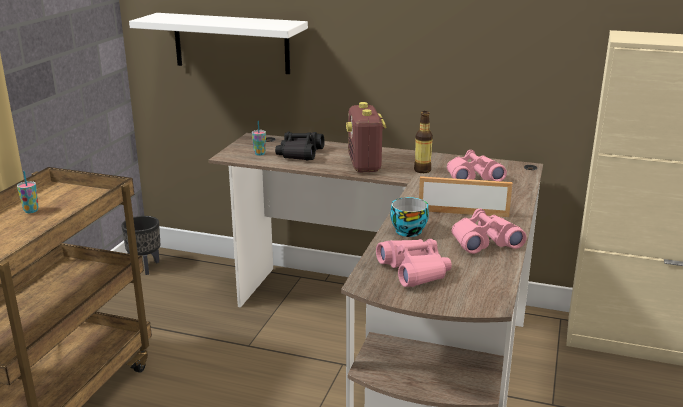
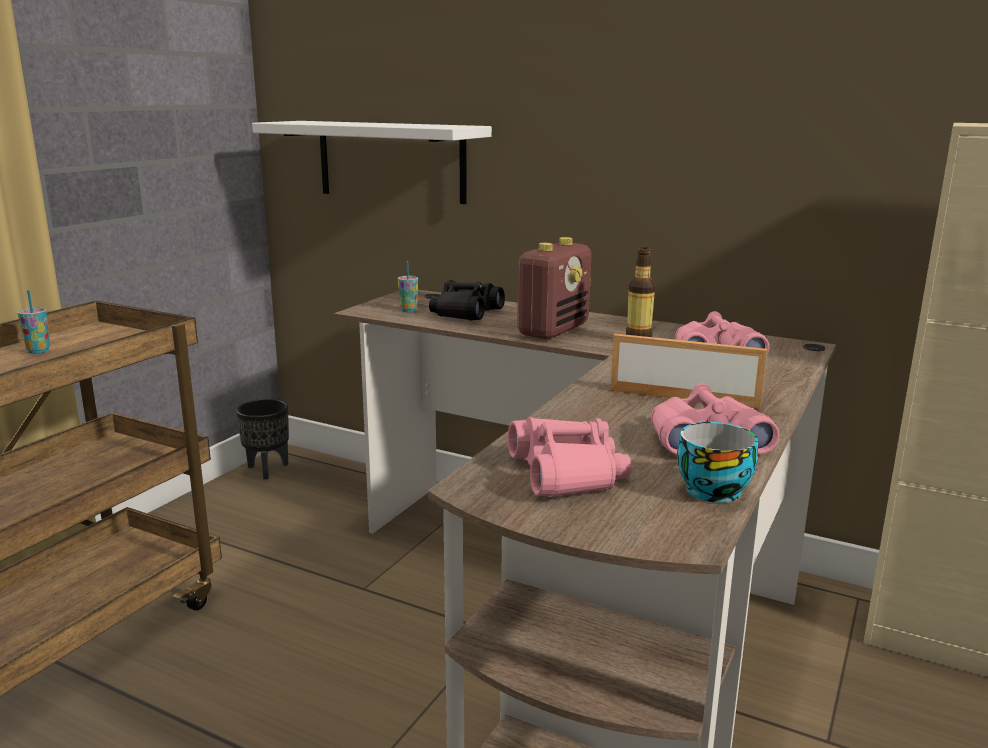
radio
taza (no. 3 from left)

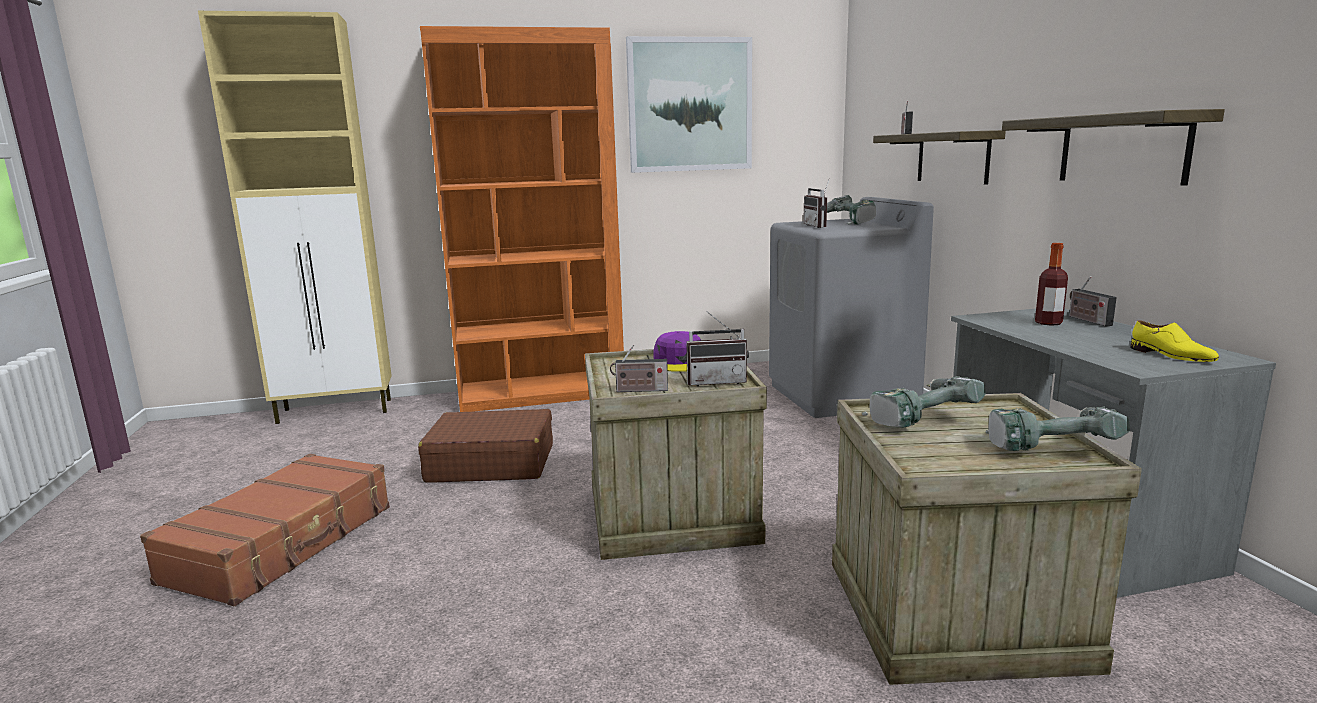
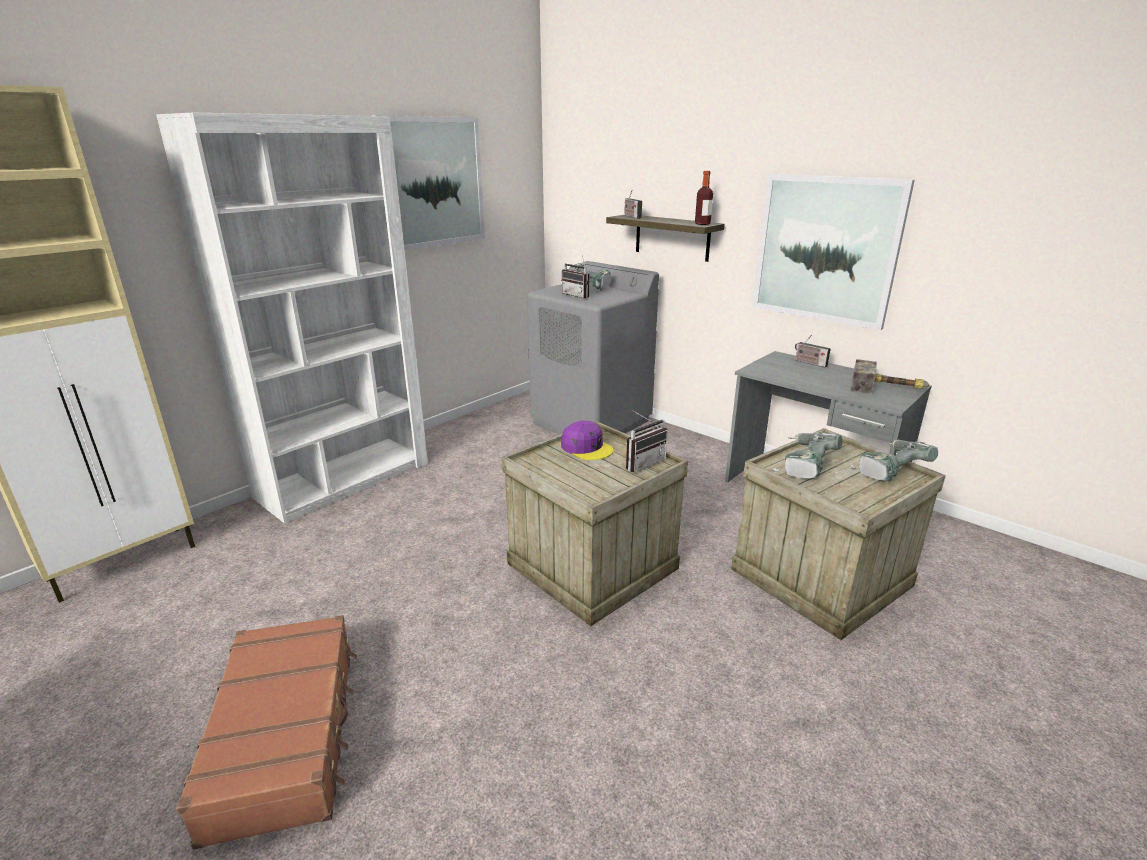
estantería [blanco]
cuadro (no. 2 from left)
botella
martillo
radio (no. 1 from left in the first image)
maleta [marrón] (no. 2 from left in the first image)

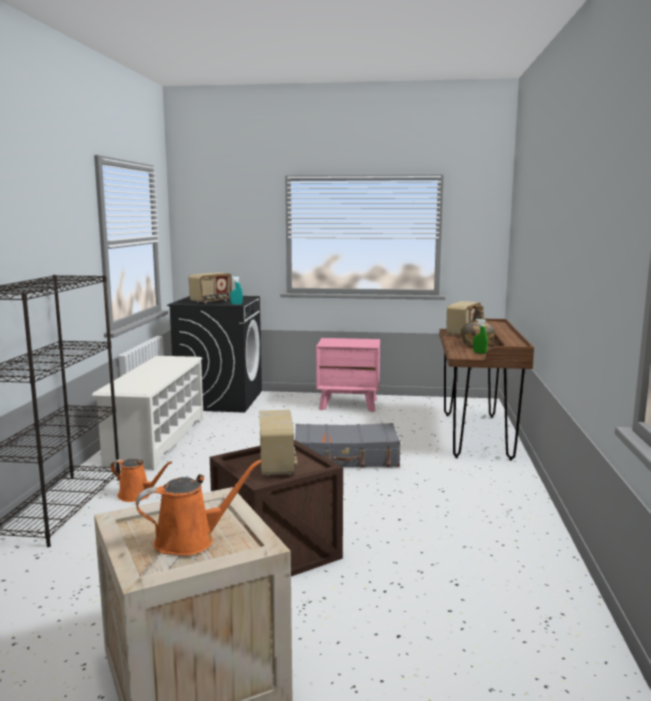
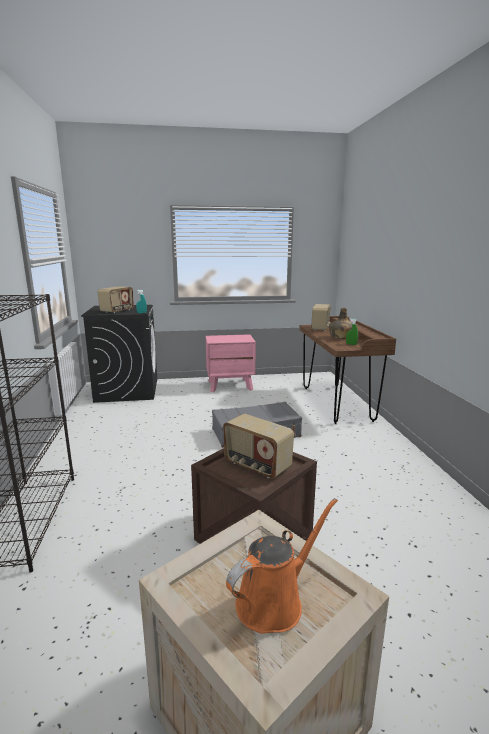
zapatero [blanco]
radio (no. 2 from left)
regadera [naranja] (no. 1 from left in the first image)

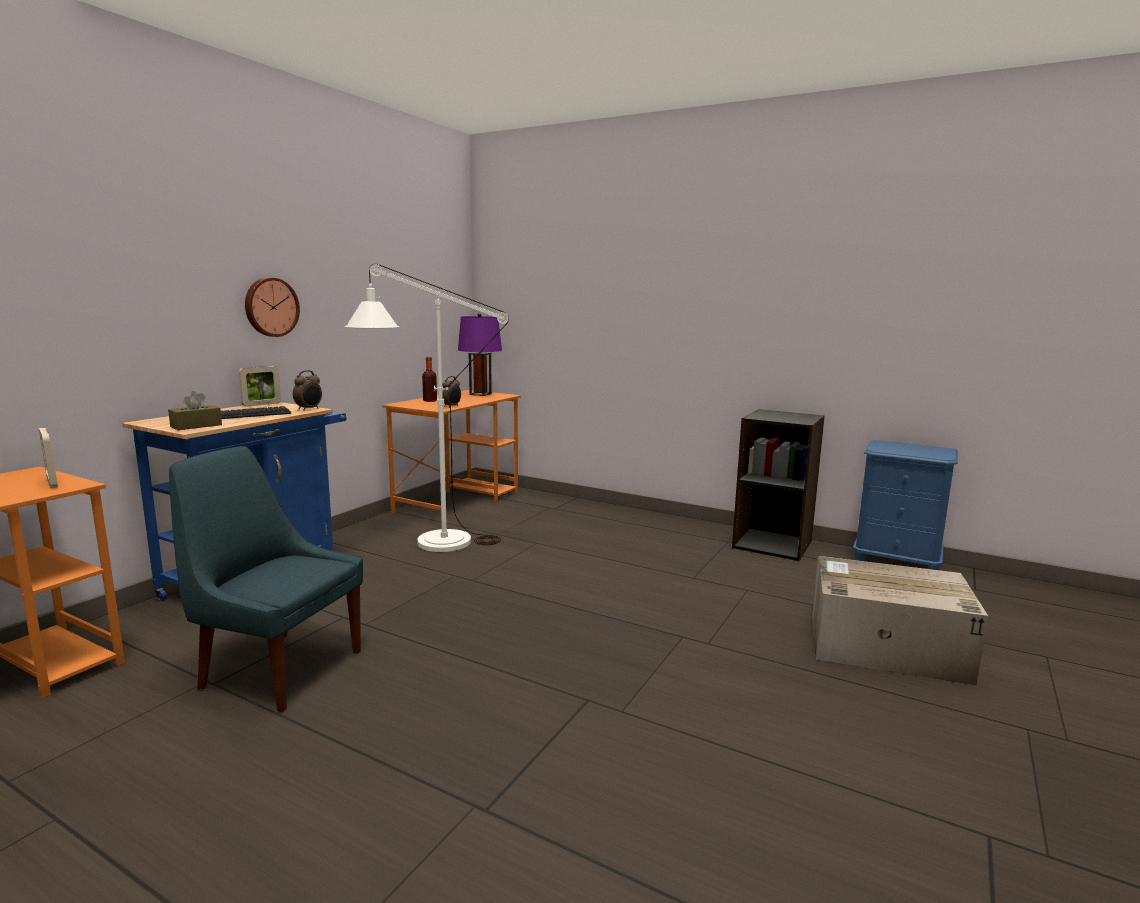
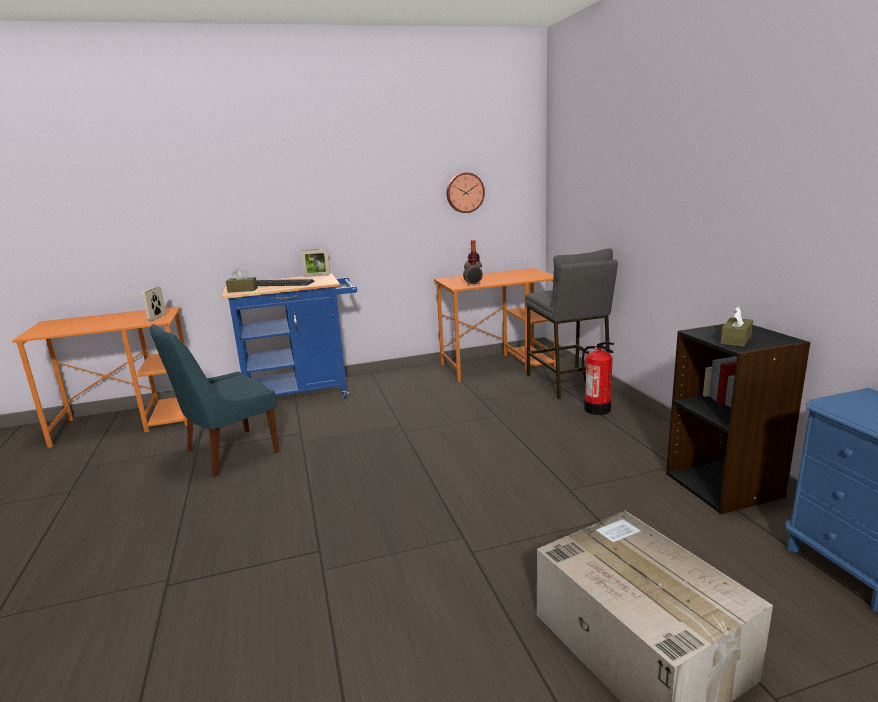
lámpara de pie [blanco]
reloj de pared
lámpara de mesa [morado]
despertador (no. 1 from left in the first image)
silla [azul]
taburete [gris]
caja de pañuelos [marrón] (no. 2 from left)
extintor

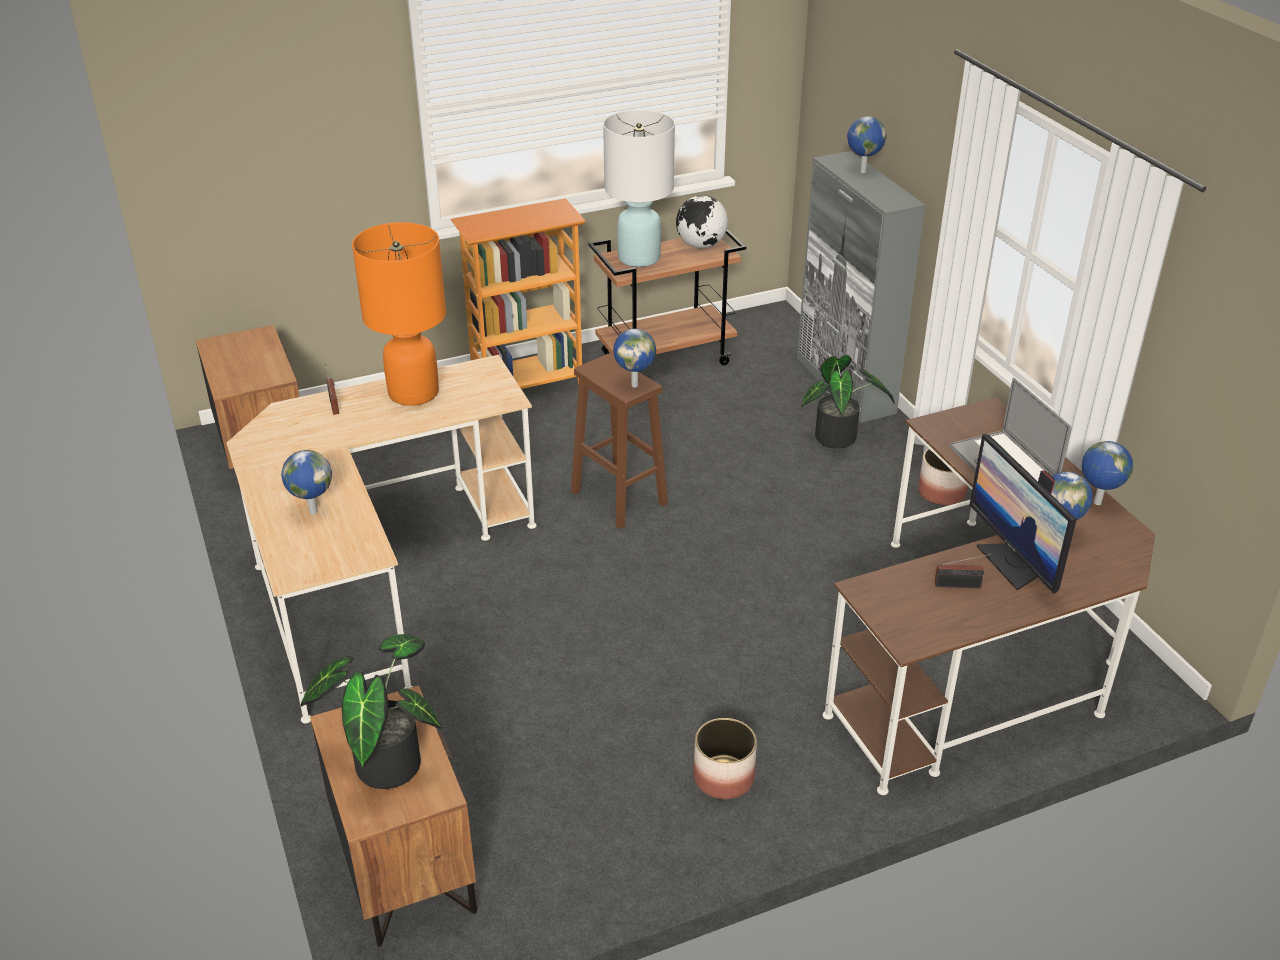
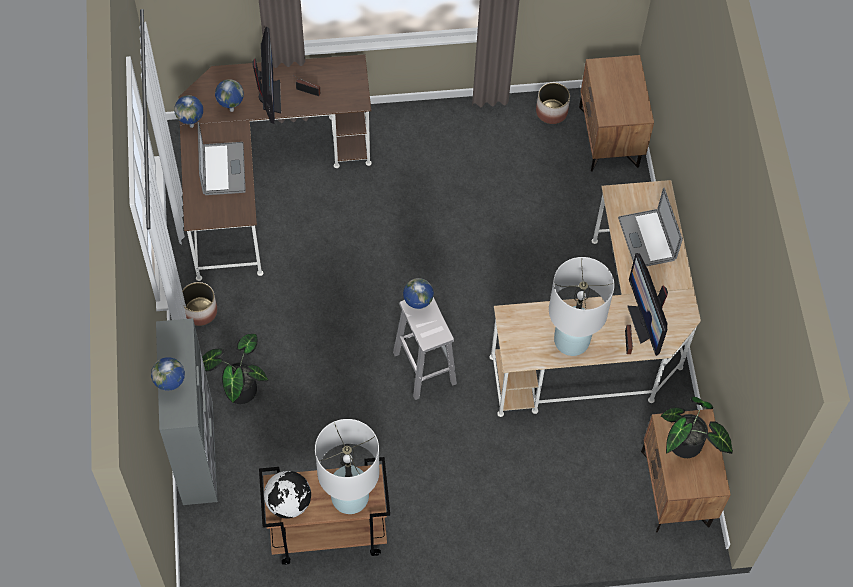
estantería
lámpara de mesa [blanco] (no. 2 from left)
taburete [blanco]
portátil (no. 2 from left)
planta en maceta (no. 2 from left)
maceta (no. 2 from left)
monitor (no. 2 from left)

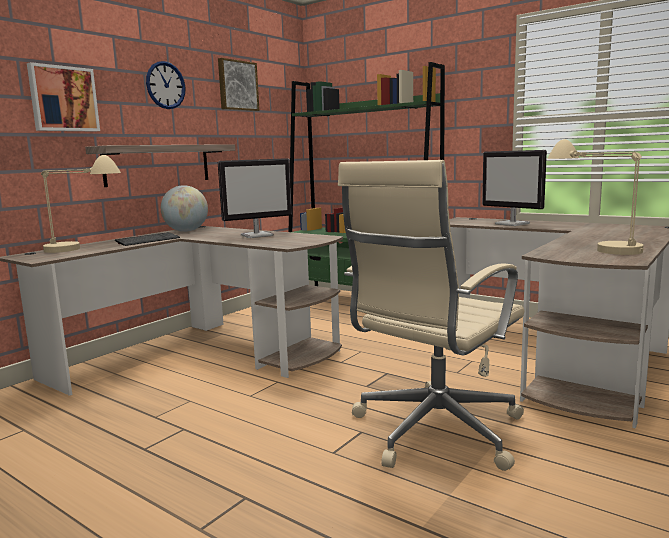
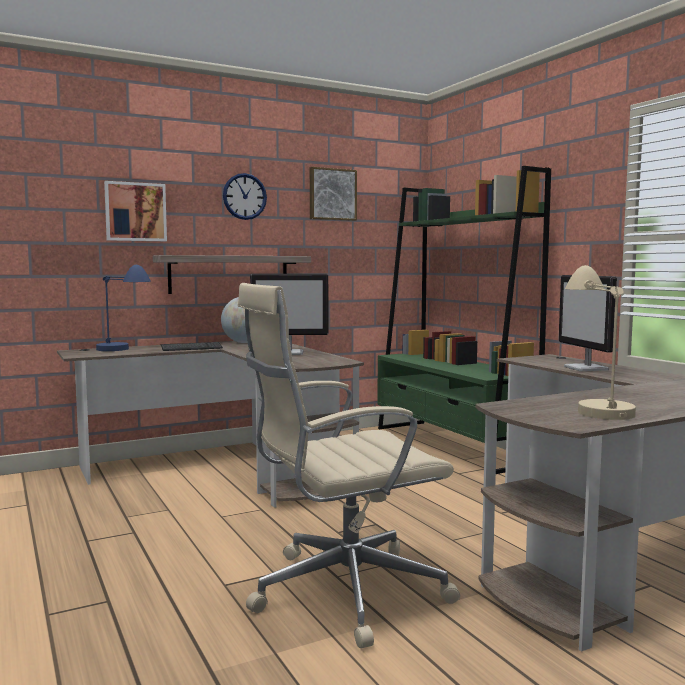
lámpara de mesa [azul]

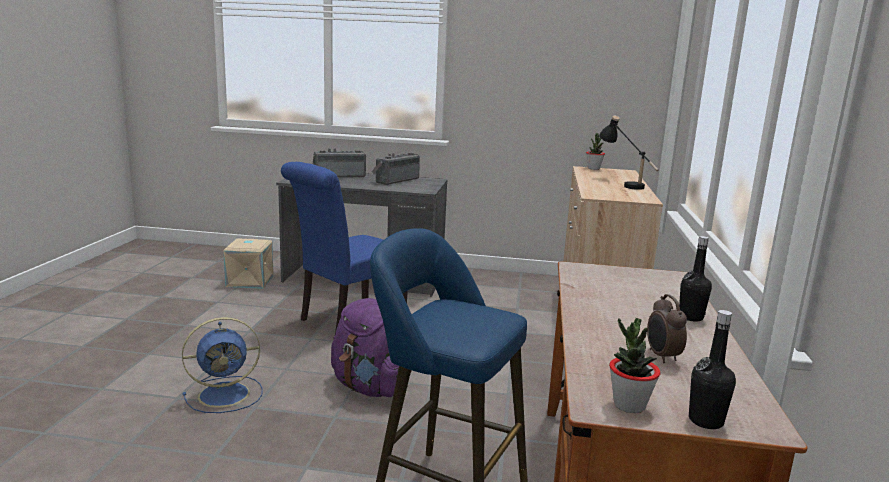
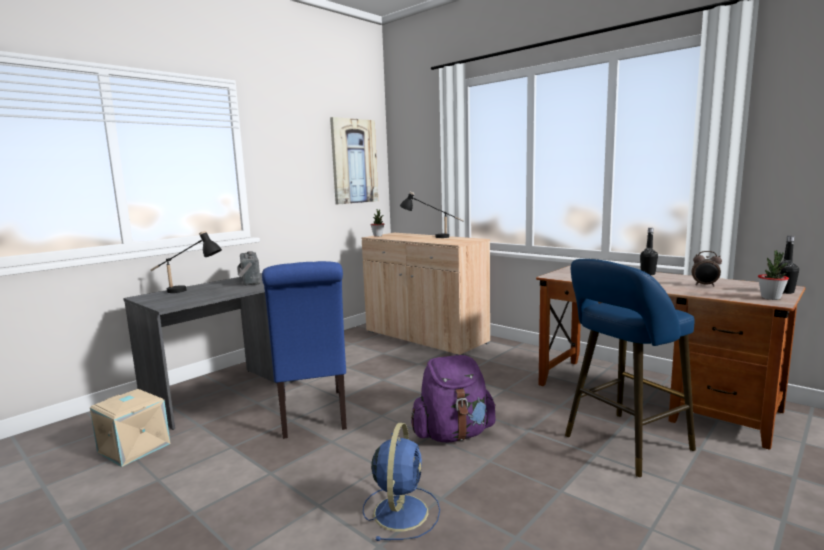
lámpara de mesa [negro] (no. 1 from left)
cuadro

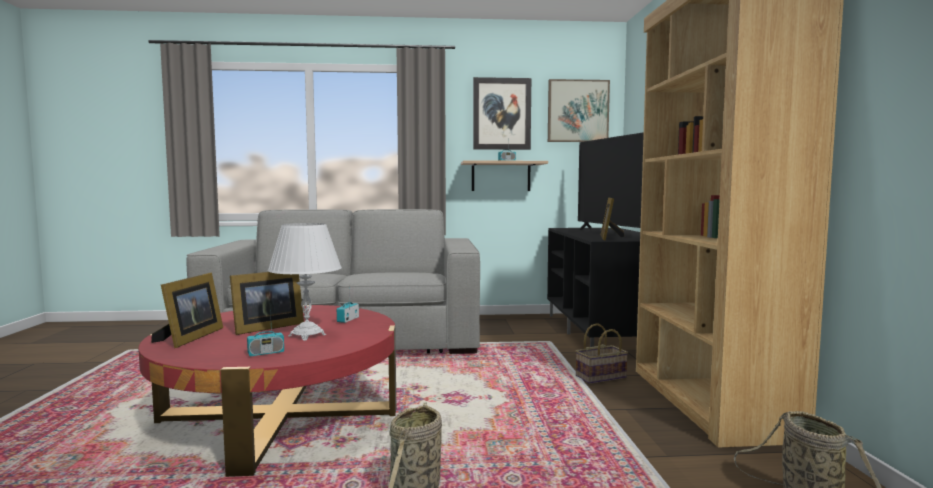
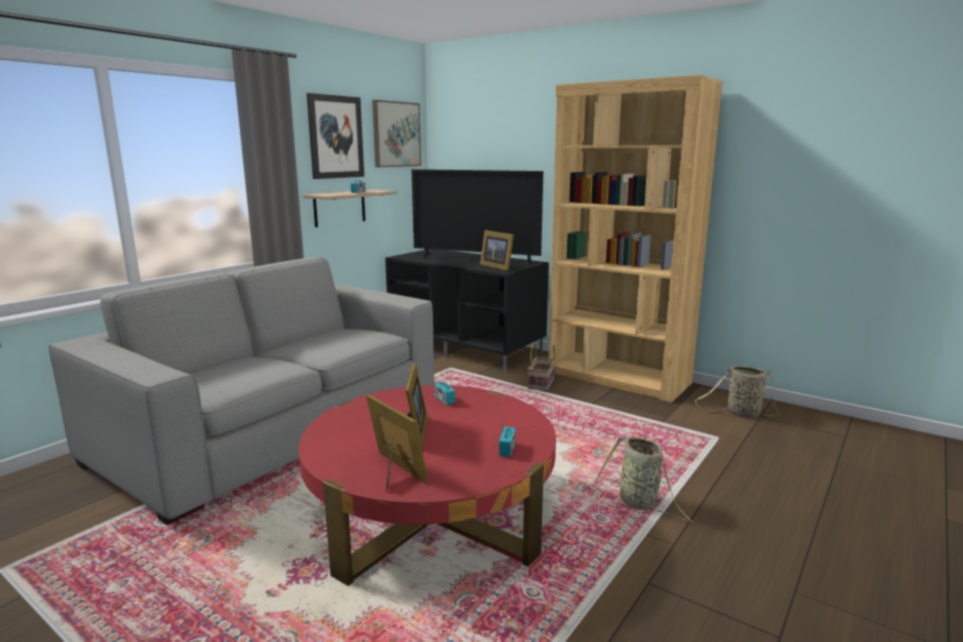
lámpara de mesa [blanco]

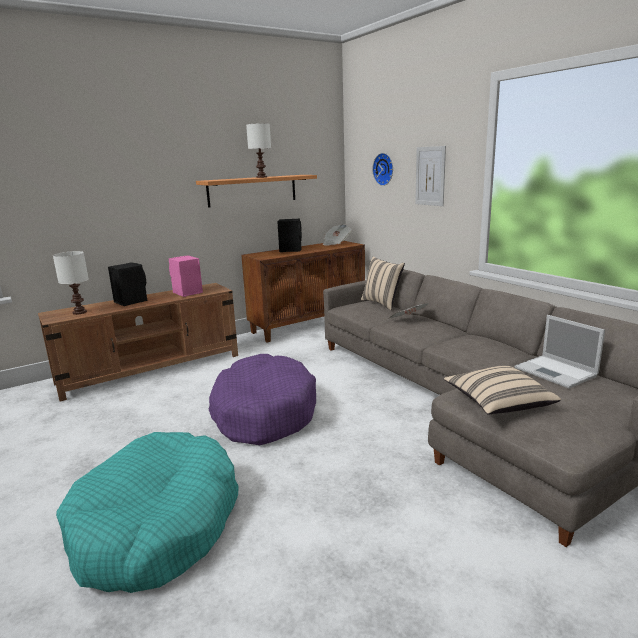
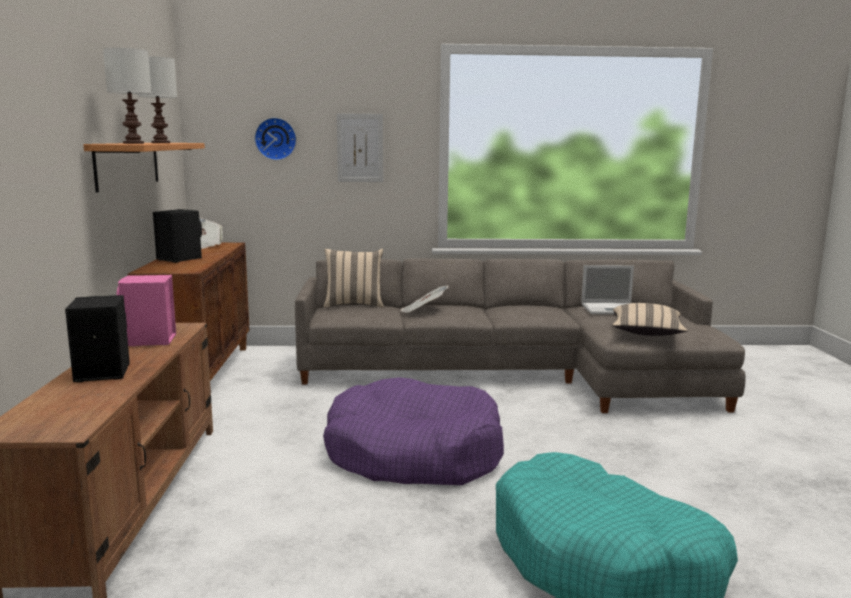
lámpara de mesa [blanco] (no. 1 from left)

